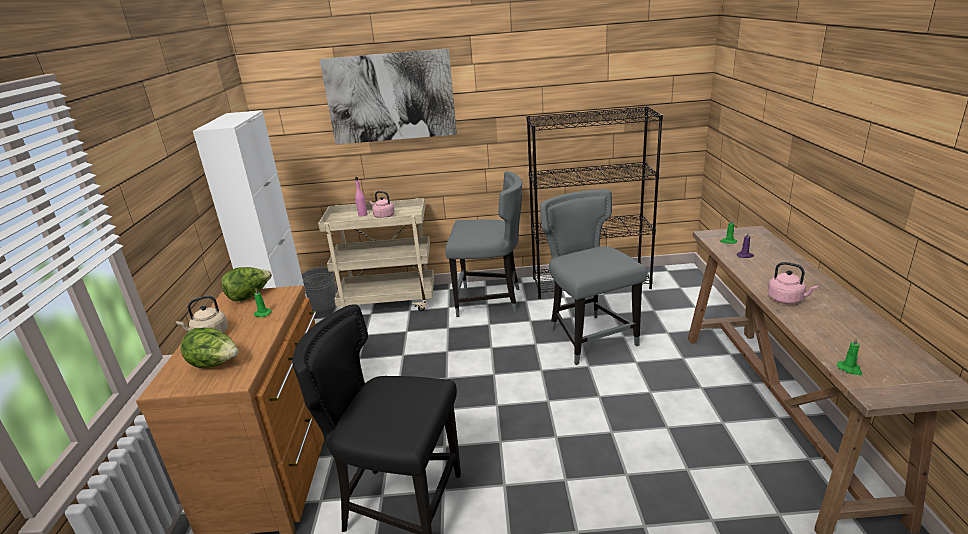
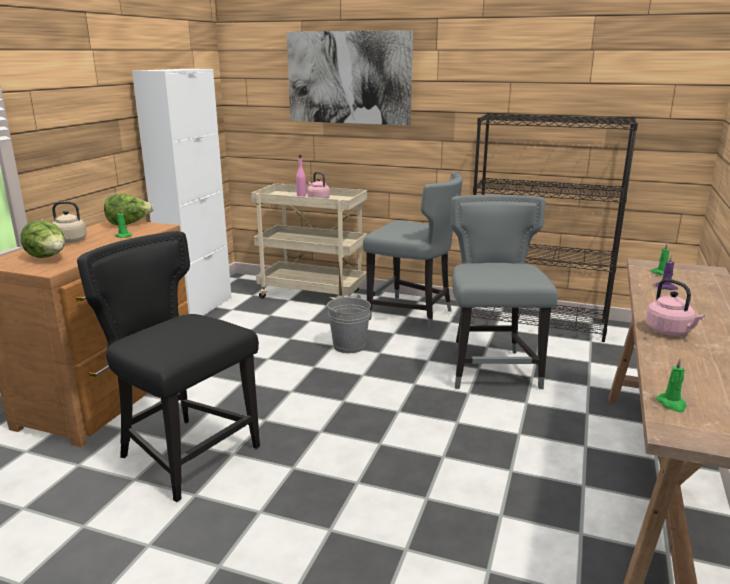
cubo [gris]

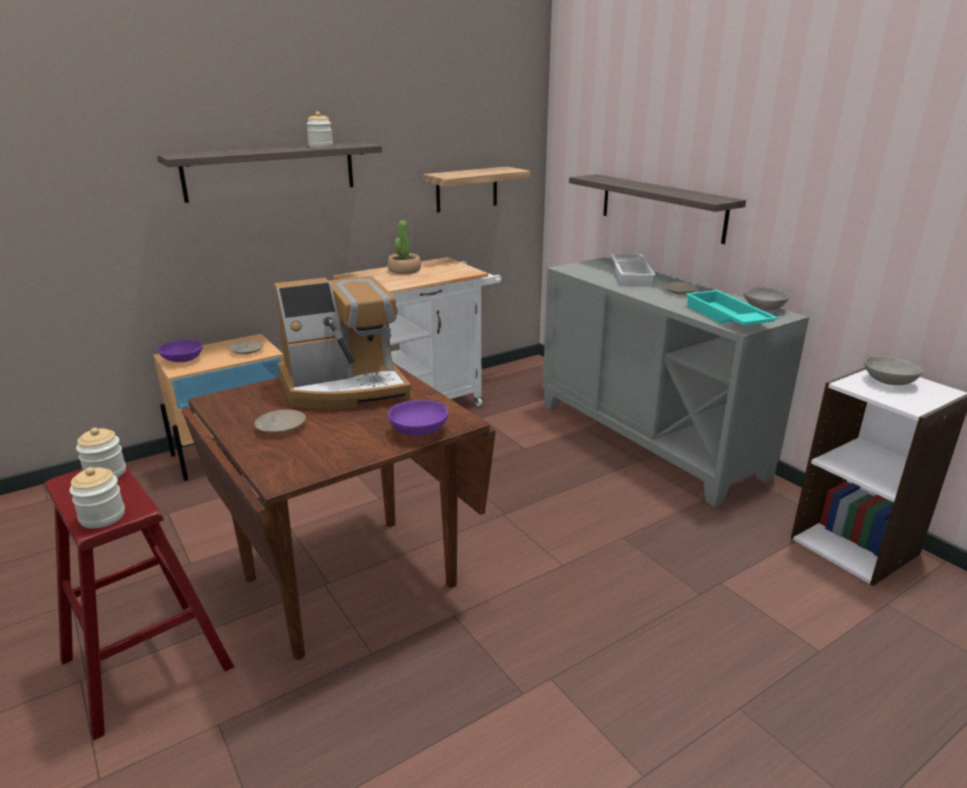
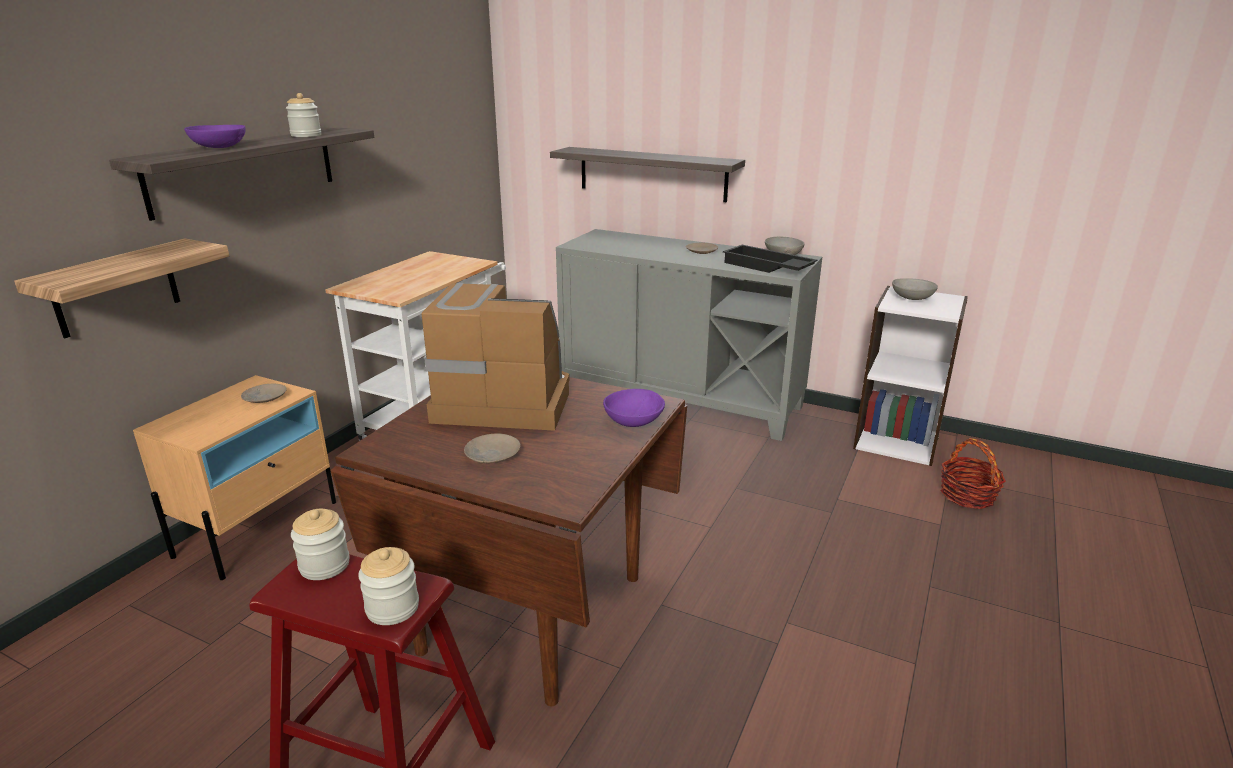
estante (no. 1 from left)
planta en maceta
bandeja [blanco]
cafetera
bandeja [negro]
cuenco [morado] (no. 1 from left)
cesta

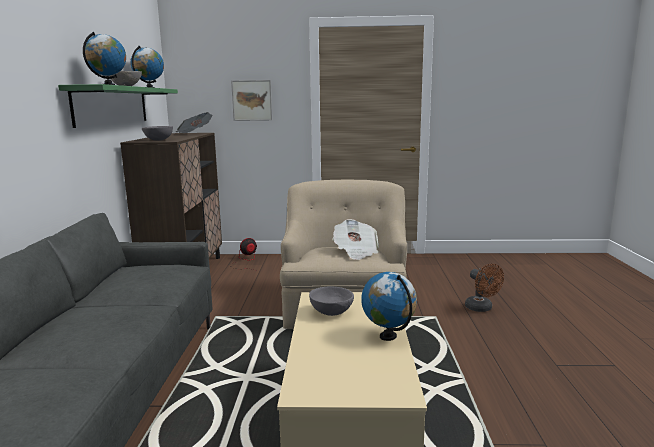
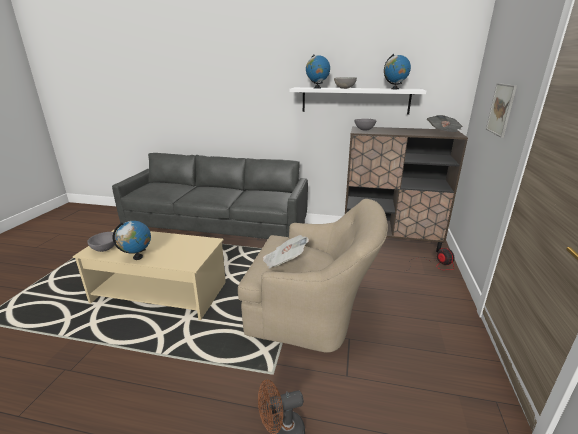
estante [blanco]
cuenco [gris] (no. 1 from left)

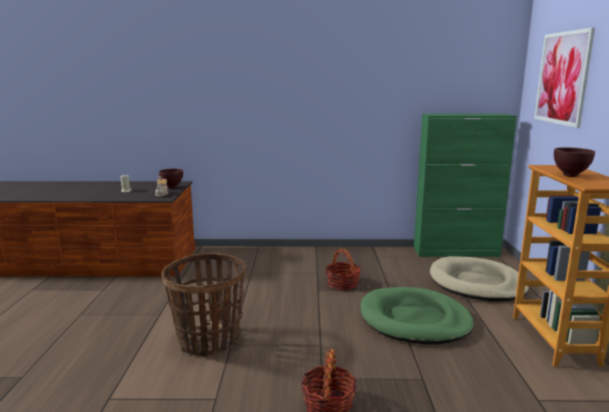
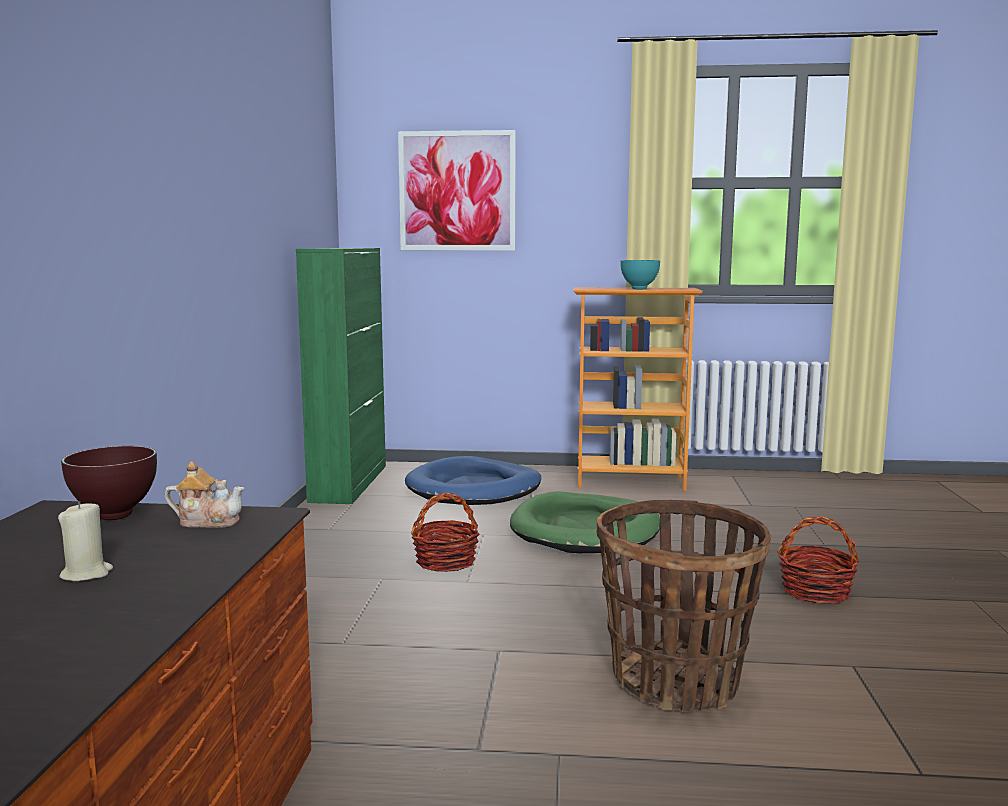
cuenco [turquesa]
cama para perro [azul]

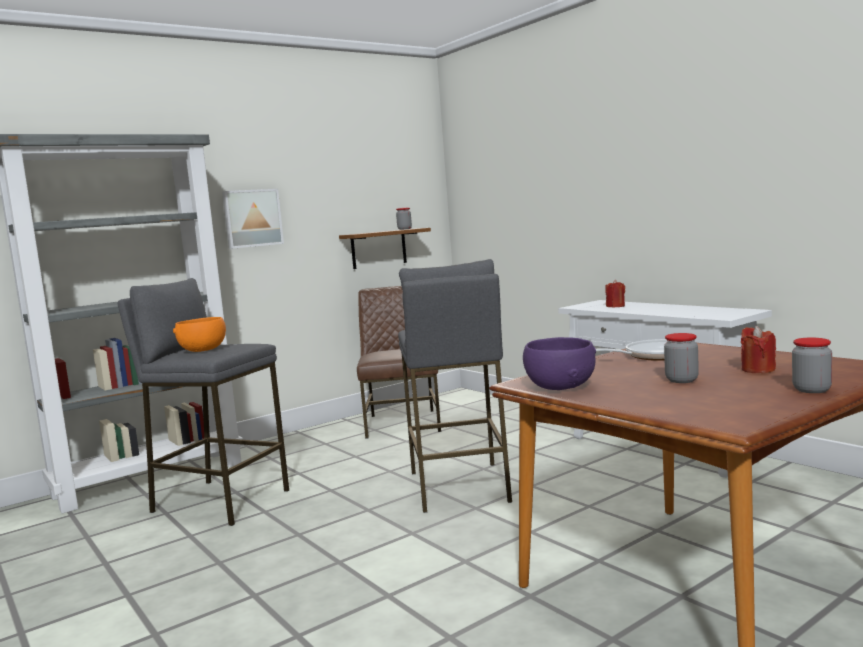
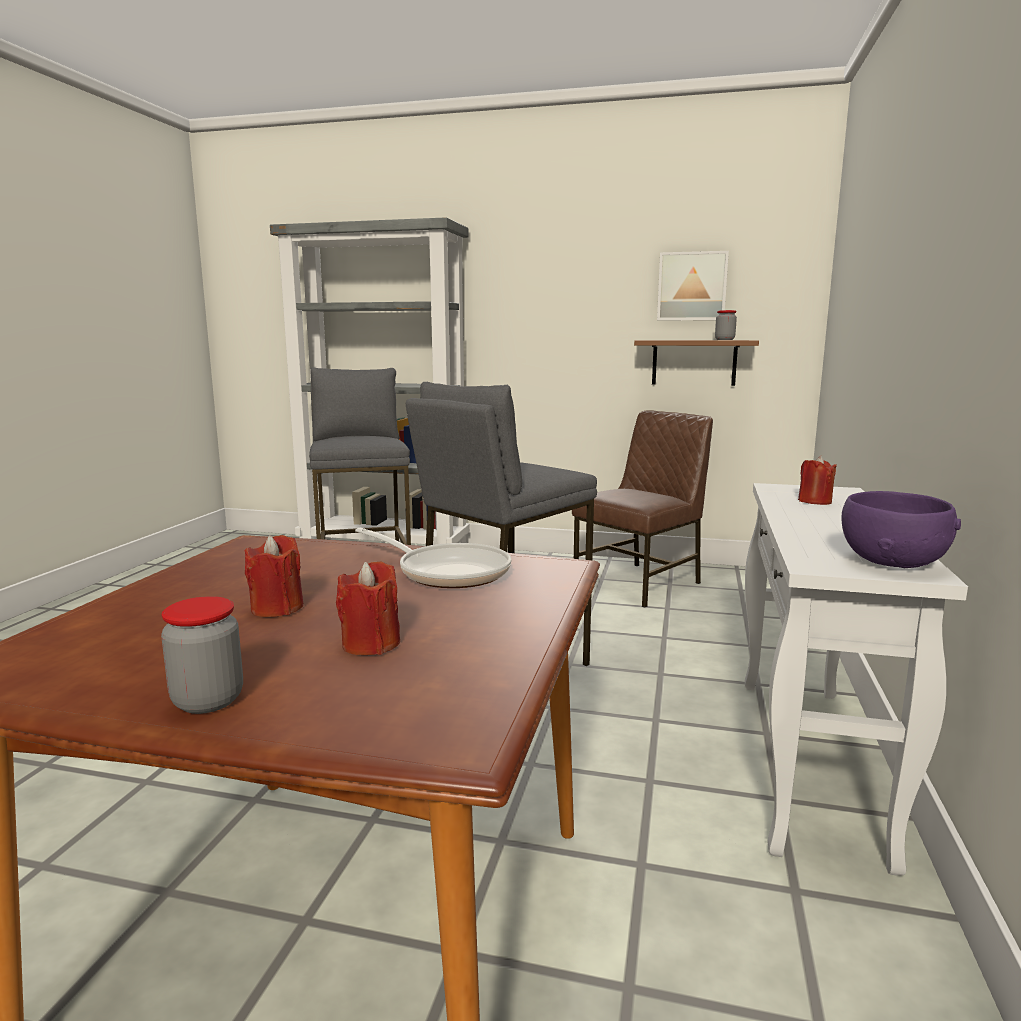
cuadro
cuenco [naranja]
vela [rojo] (no. 1 from left)
cuenco [morado]

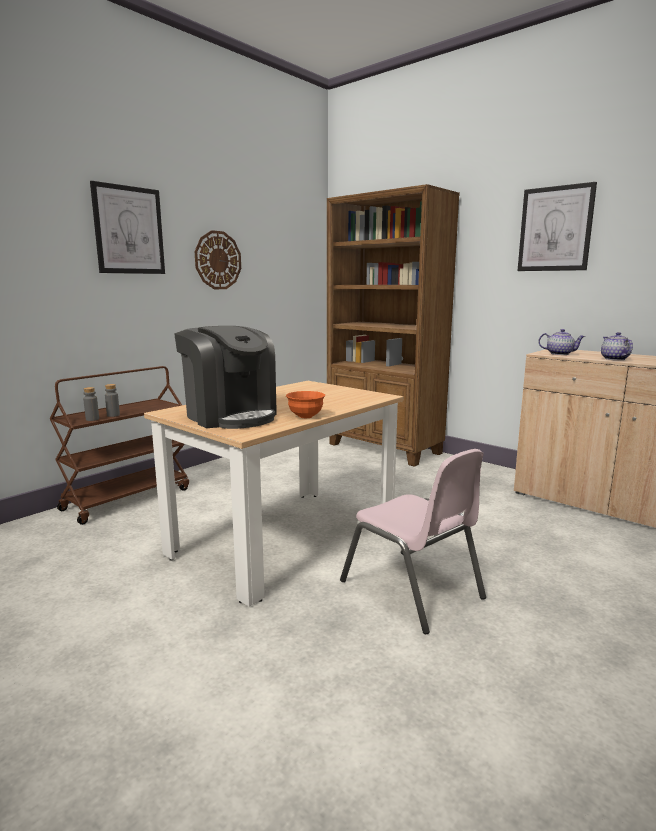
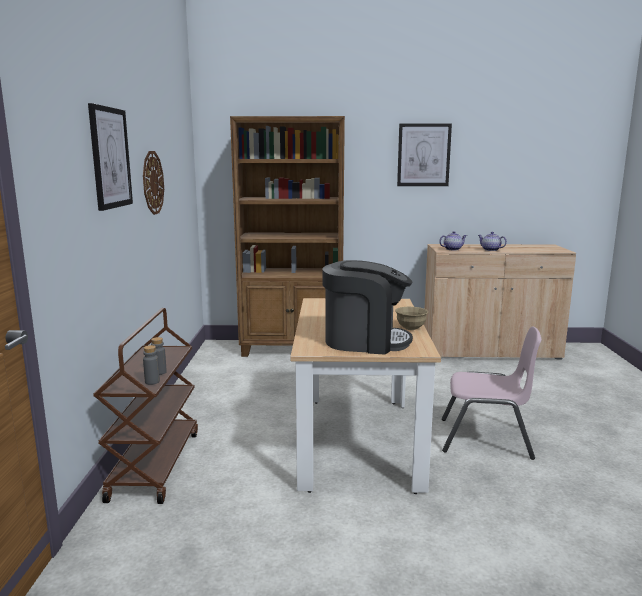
cuenco [beis]

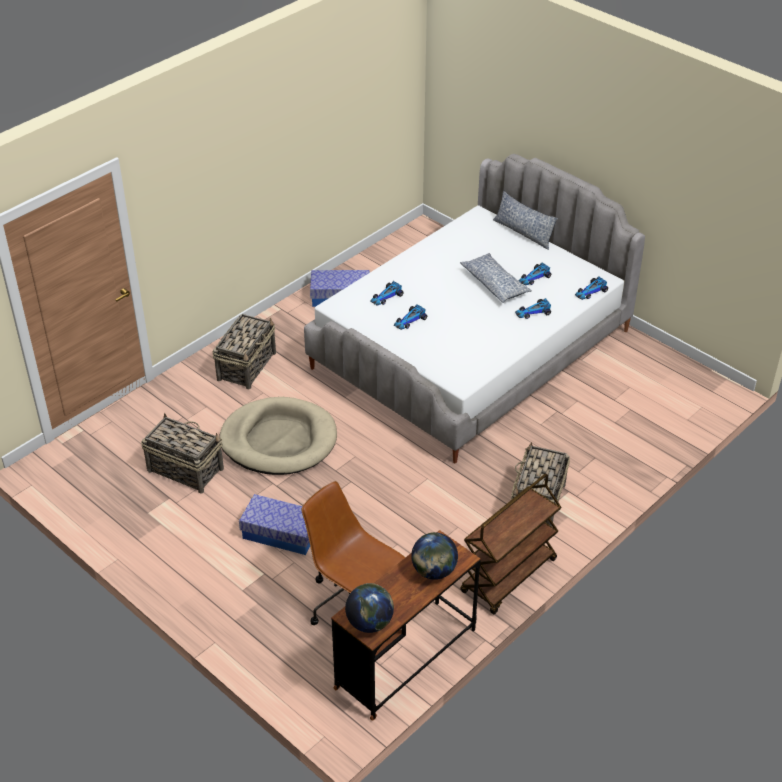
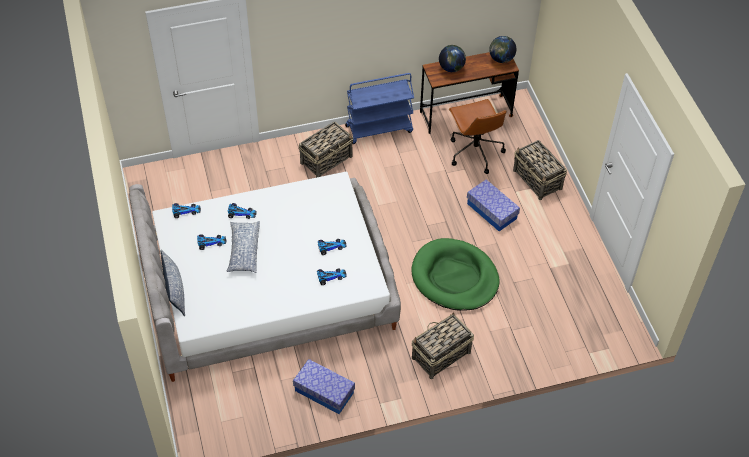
cama para perro [verde]
cesta (no. 3 from left)
carrito [azul]

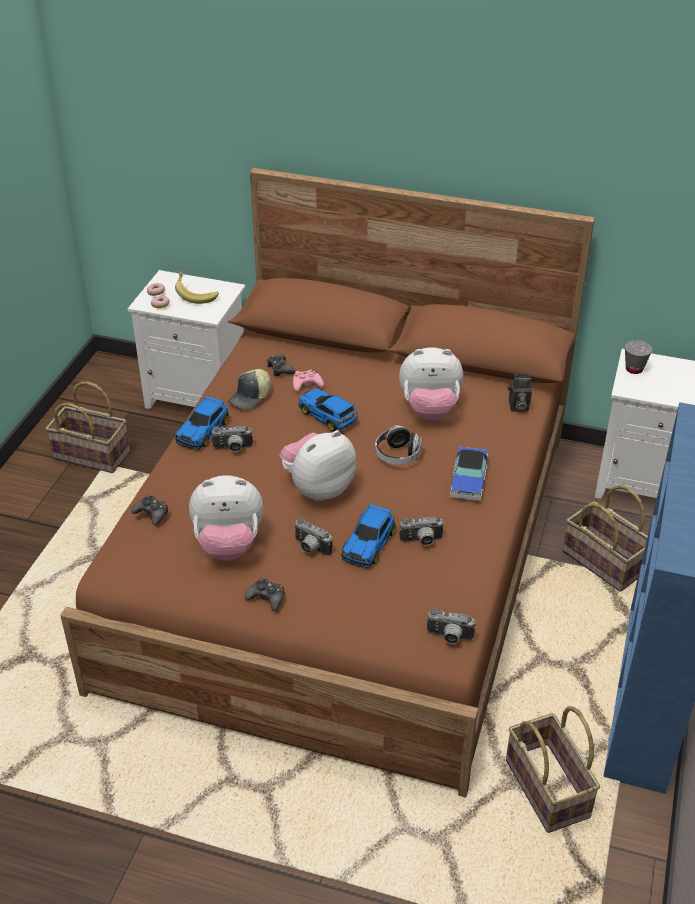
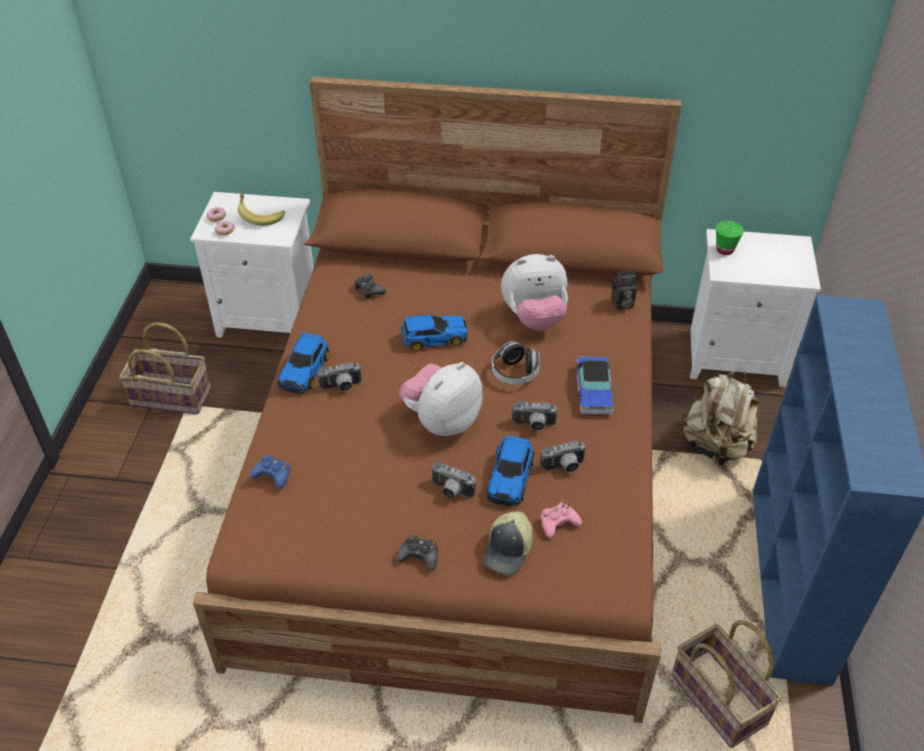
taza [verde]
gorra
mando de consola [rosa]
coche de juguete (no. 2 from left)
peluche (no. 1 from left in the first image)
mochila [beis]
mando de consola [azul]
cámara (no. 3 from left)

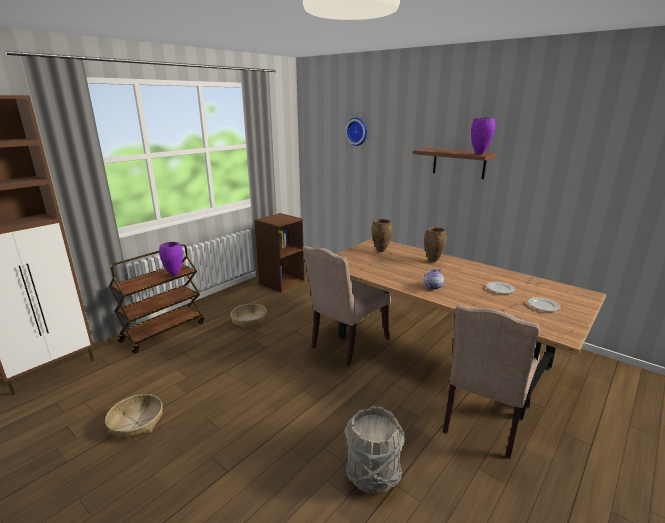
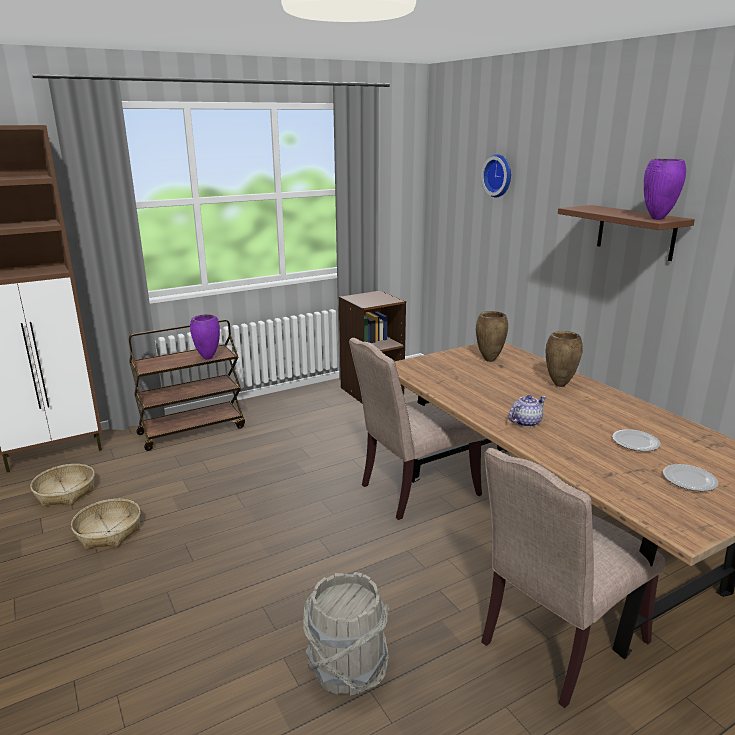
cesta (no. 1 from left)

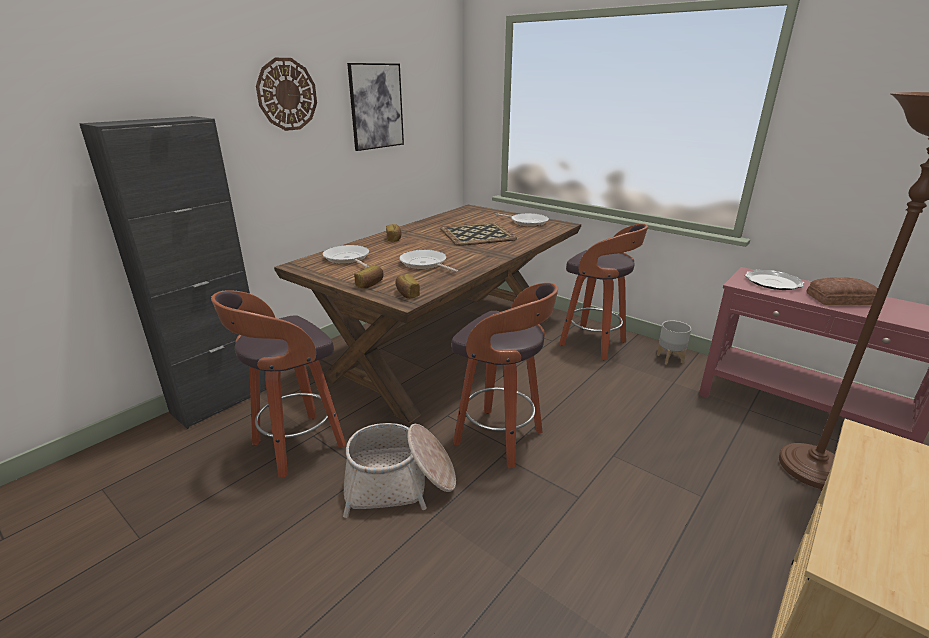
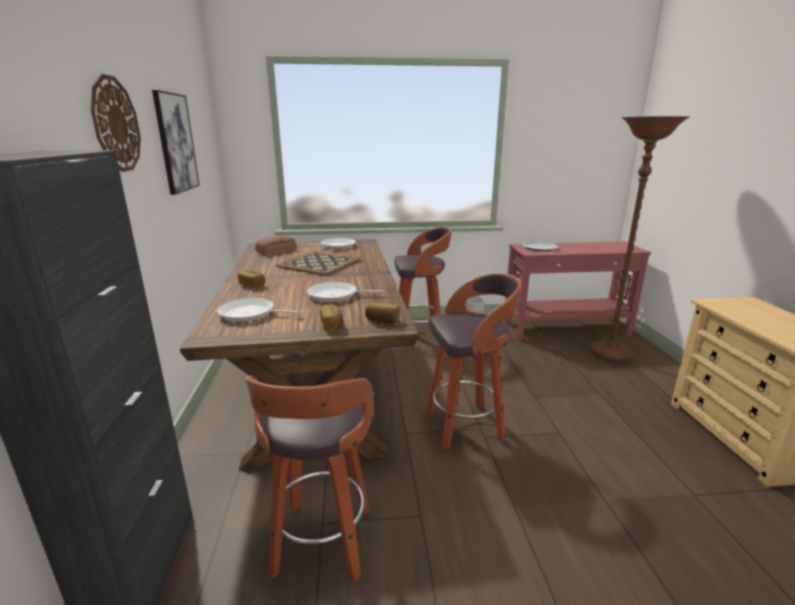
pan (no. 2 from left)
cesta

